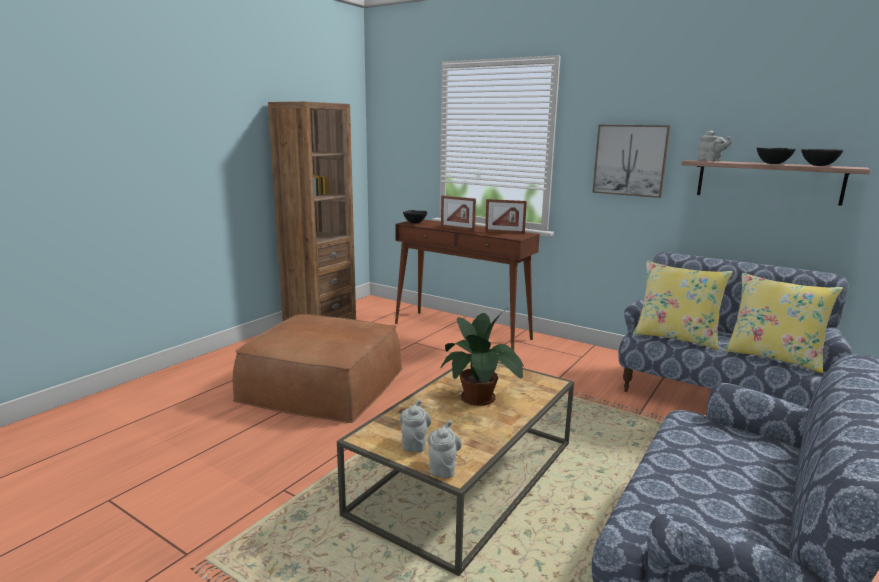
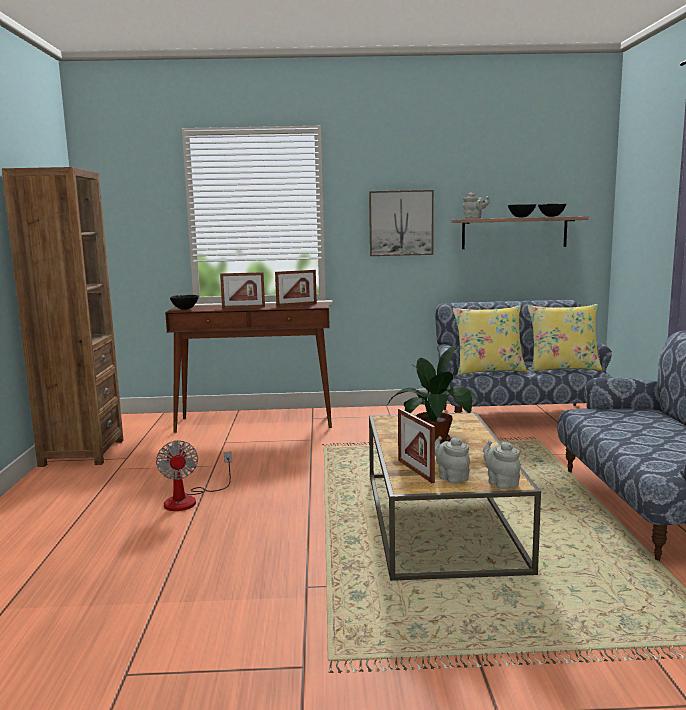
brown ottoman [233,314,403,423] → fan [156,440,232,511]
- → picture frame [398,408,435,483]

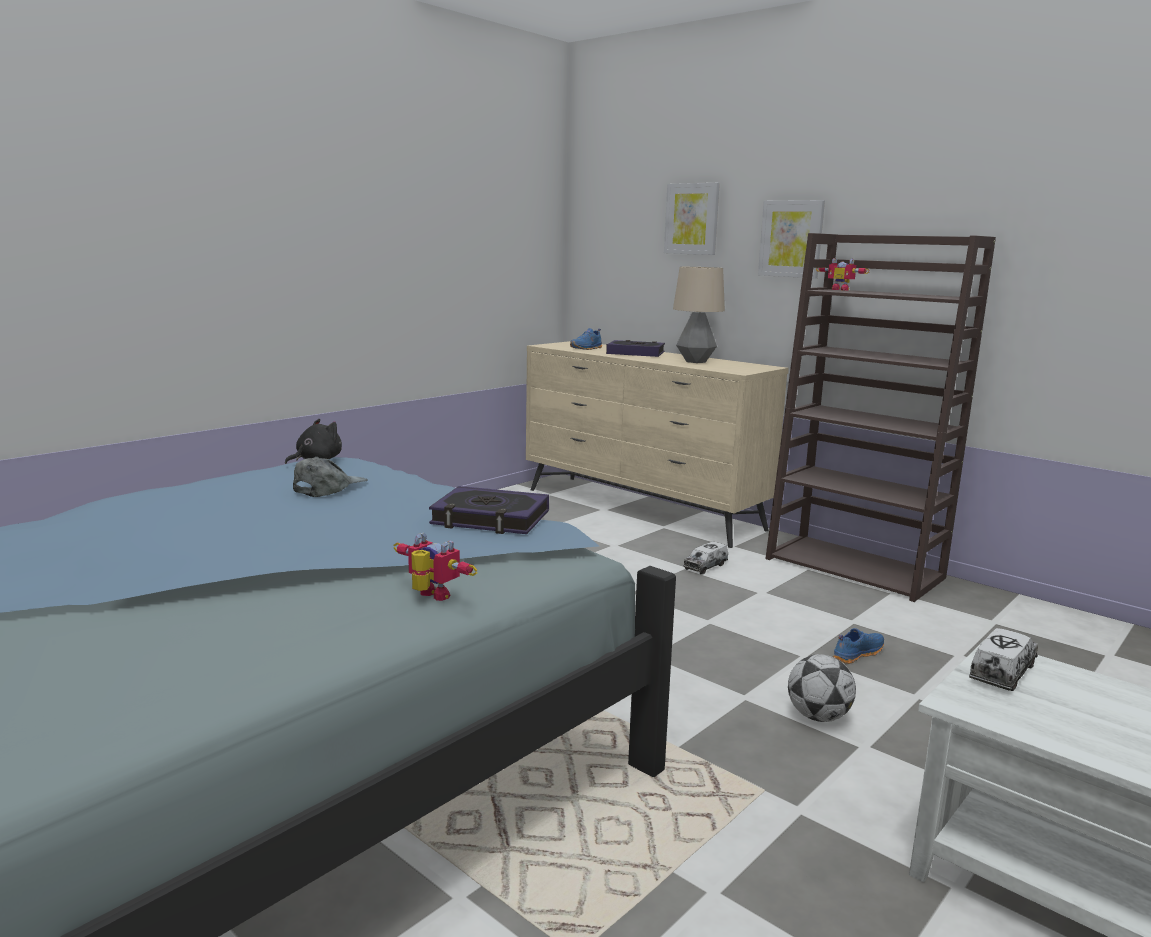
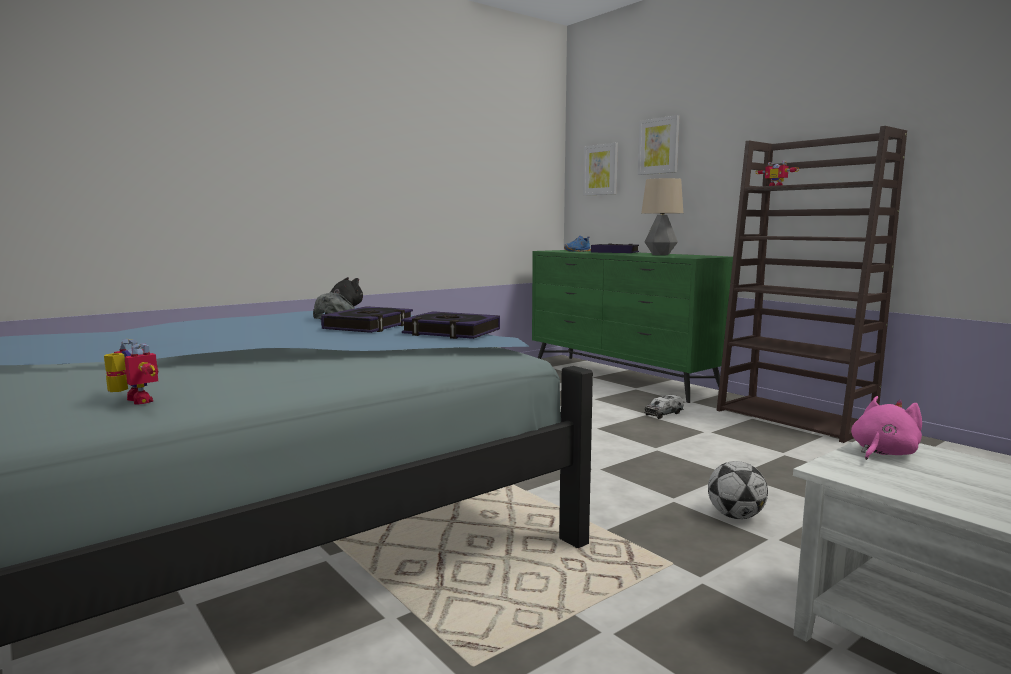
toy robot [393,533,477,601] → toy robot [104,339,158,405], move
beige dresser [526,341,789,548] → green dresser [532,250,733,403]
picture [758,200,825,278] → picture [583,143,618,196], move
blue shoe [833,628,884,664] → -
toy truck [969,628,1038,691] → pink plush toy [851,396,922,460]
- → book [321,306,413,333]

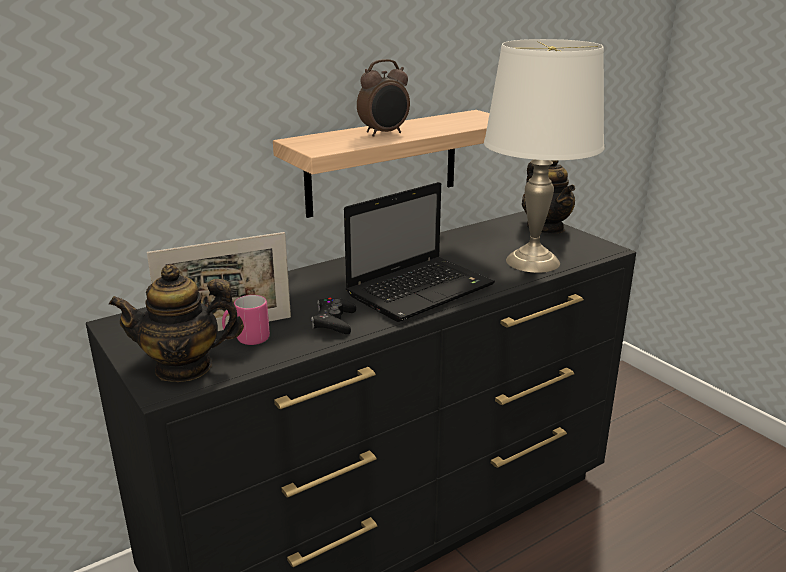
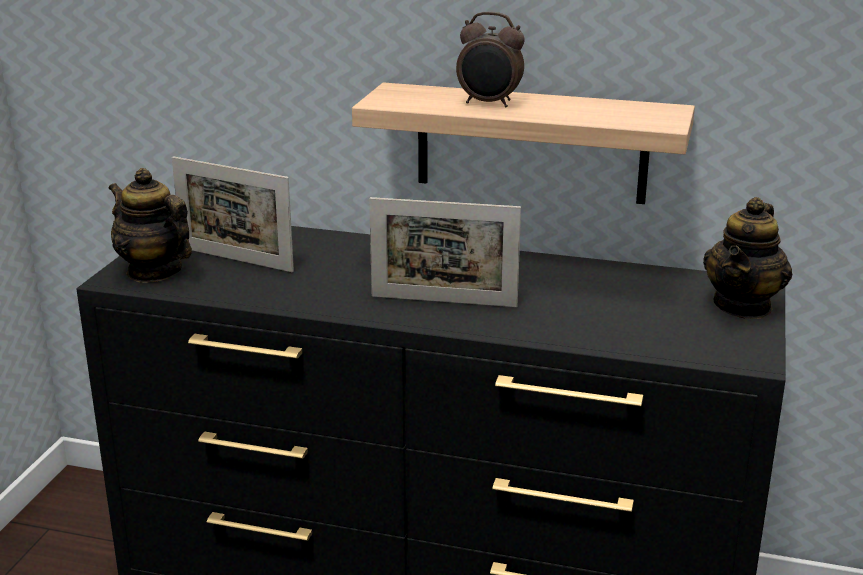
pink mug [222,295,270,345] → -
black game controller [311,298,356,334] → -
laptop [344,182,495,322] → picture frame [369,197,521,307]
white table lamp [484,39,604,273] → -

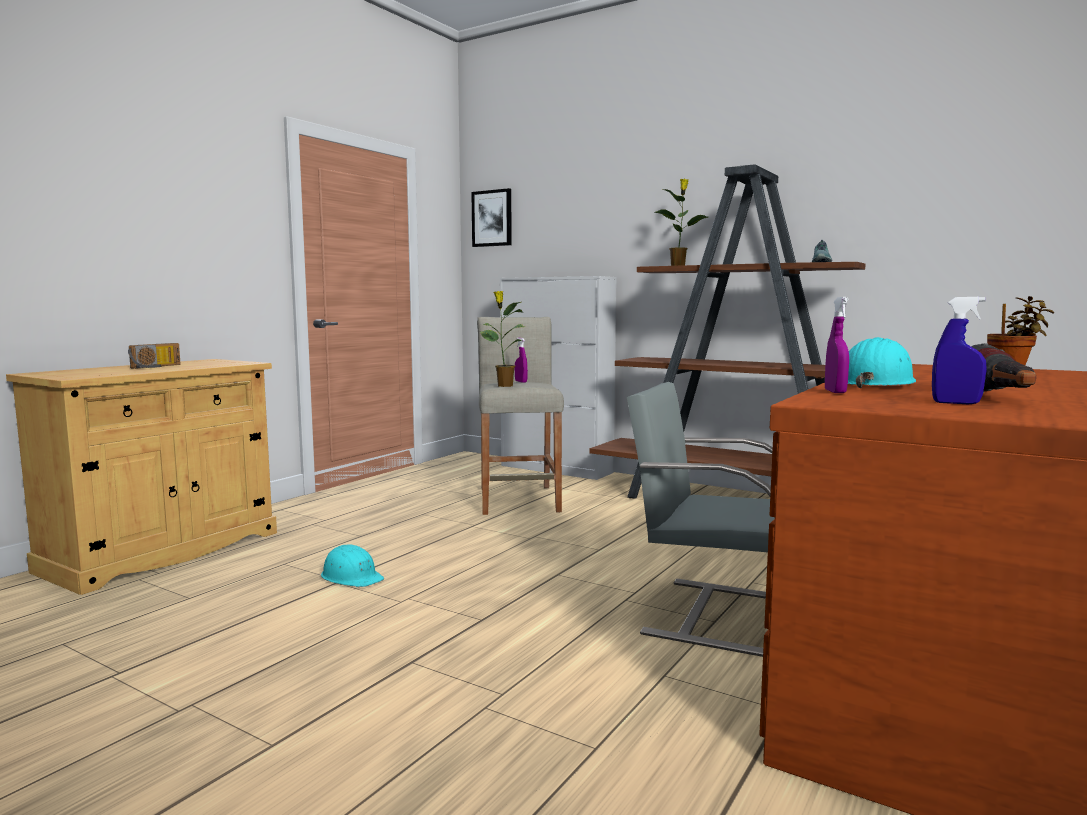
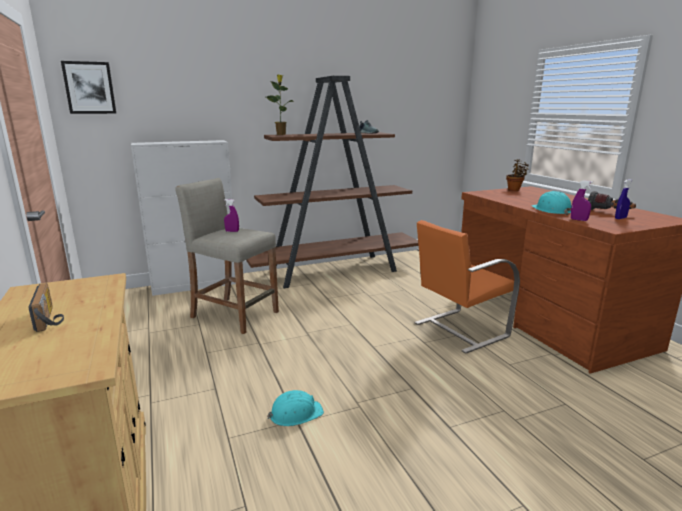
potted plant [480,291,525,387] → -
grey chair [627,382,775,657] → orange chair [414,220,520,354]

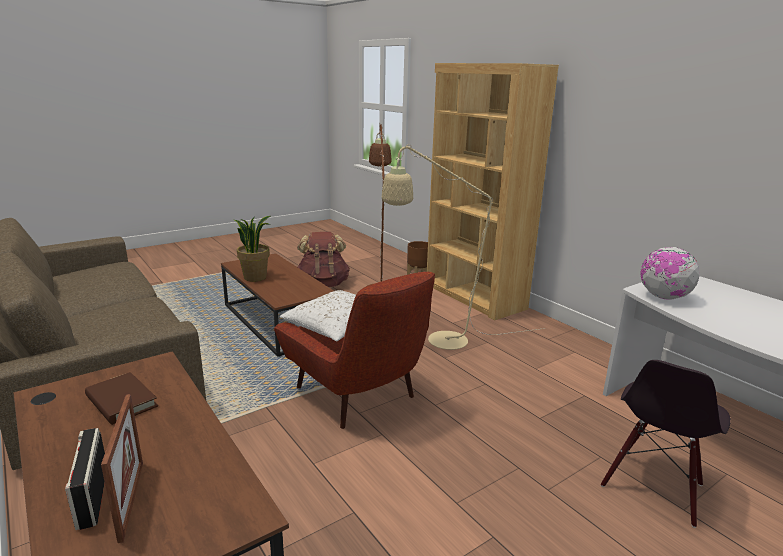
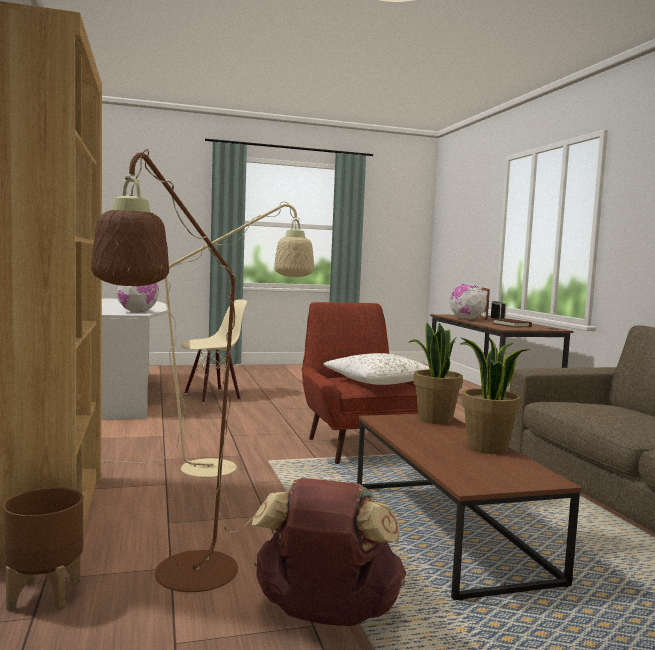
black chair [601,360,731,528] → beige chair [181,299,247,403]
- → potted plant [408,323,463,424]
- → globe [450,284,487,320]

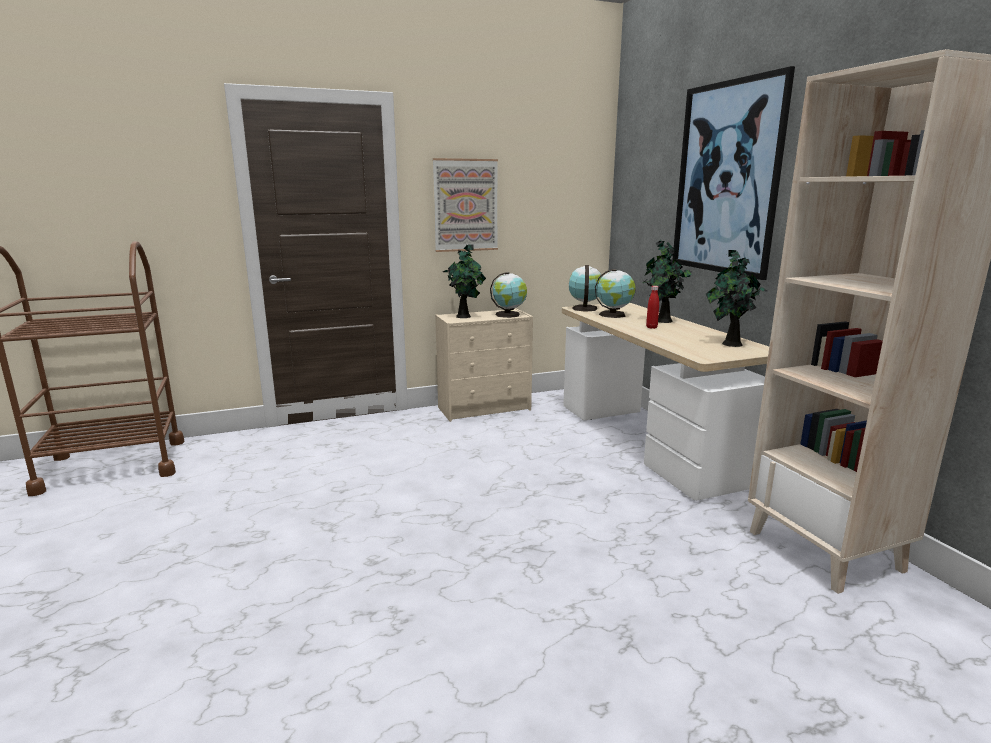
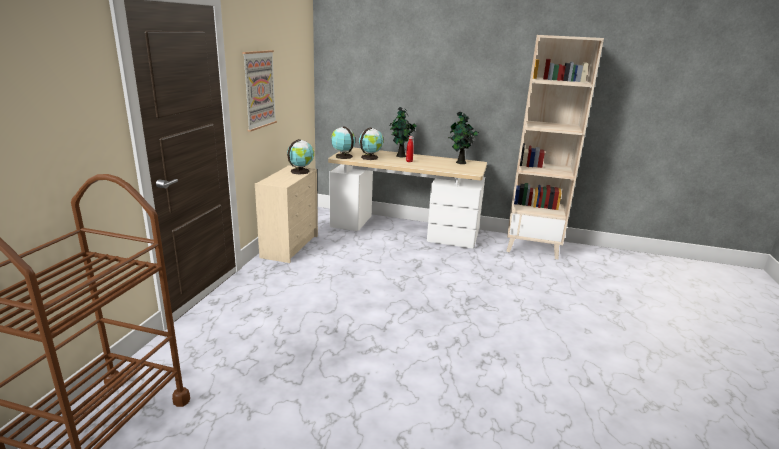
potted plant [443,245,486,318] → -
picture [673,66,795,280] → -

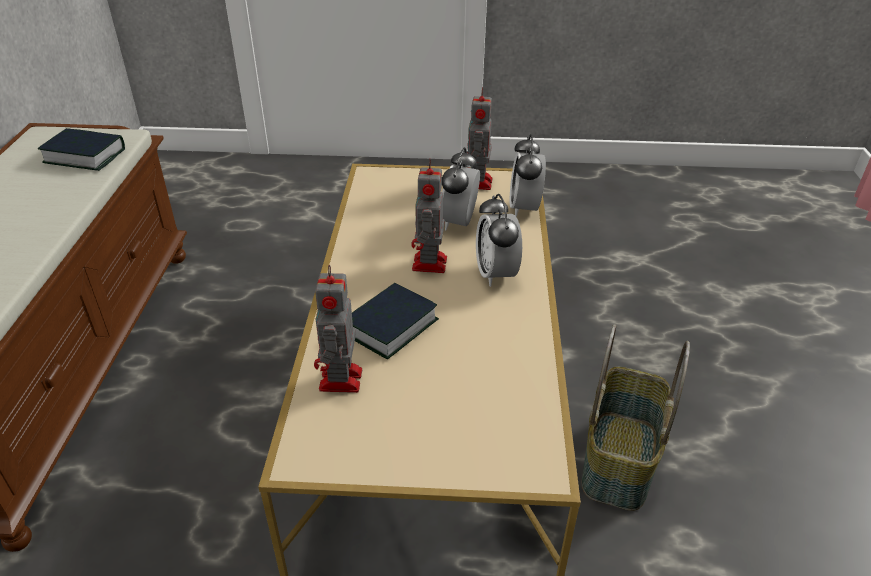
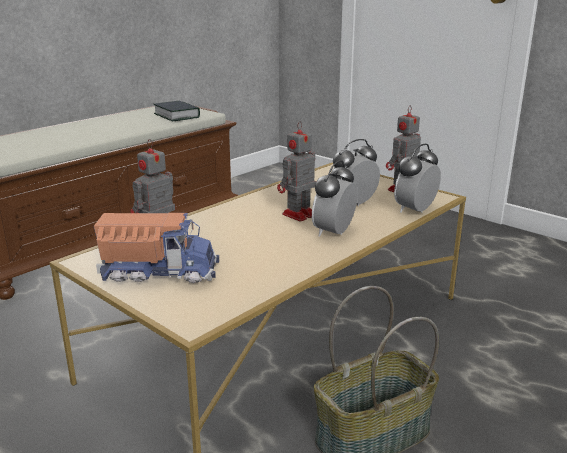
book [352,283,439,359] → -
- → toy truck [94,213,219,283]

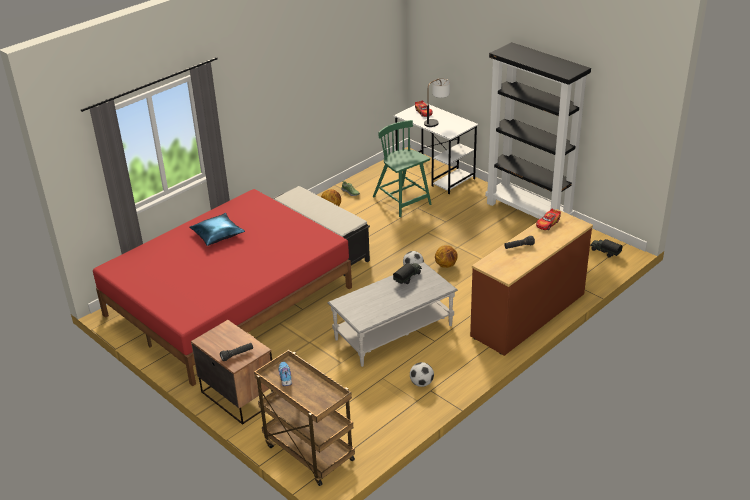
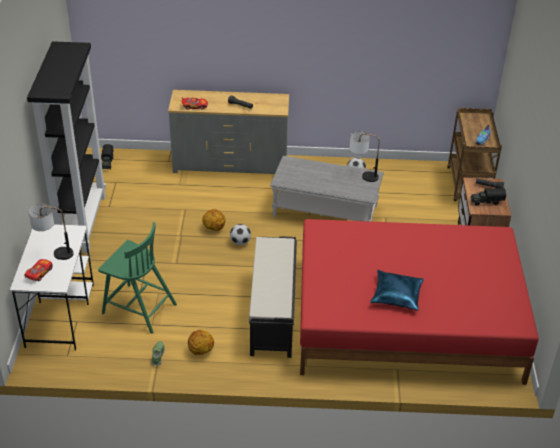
green chair [373,120,431,217] → green chair [98,222,177,333], 75 degrees counterclockwise
toy truck [393,263,422,284] → toy truck [471,188,506,206], move
brown dresser [470,209,593,356] → grey dresser [168,90,289,174]
- → table lamp [349,131,380,182]

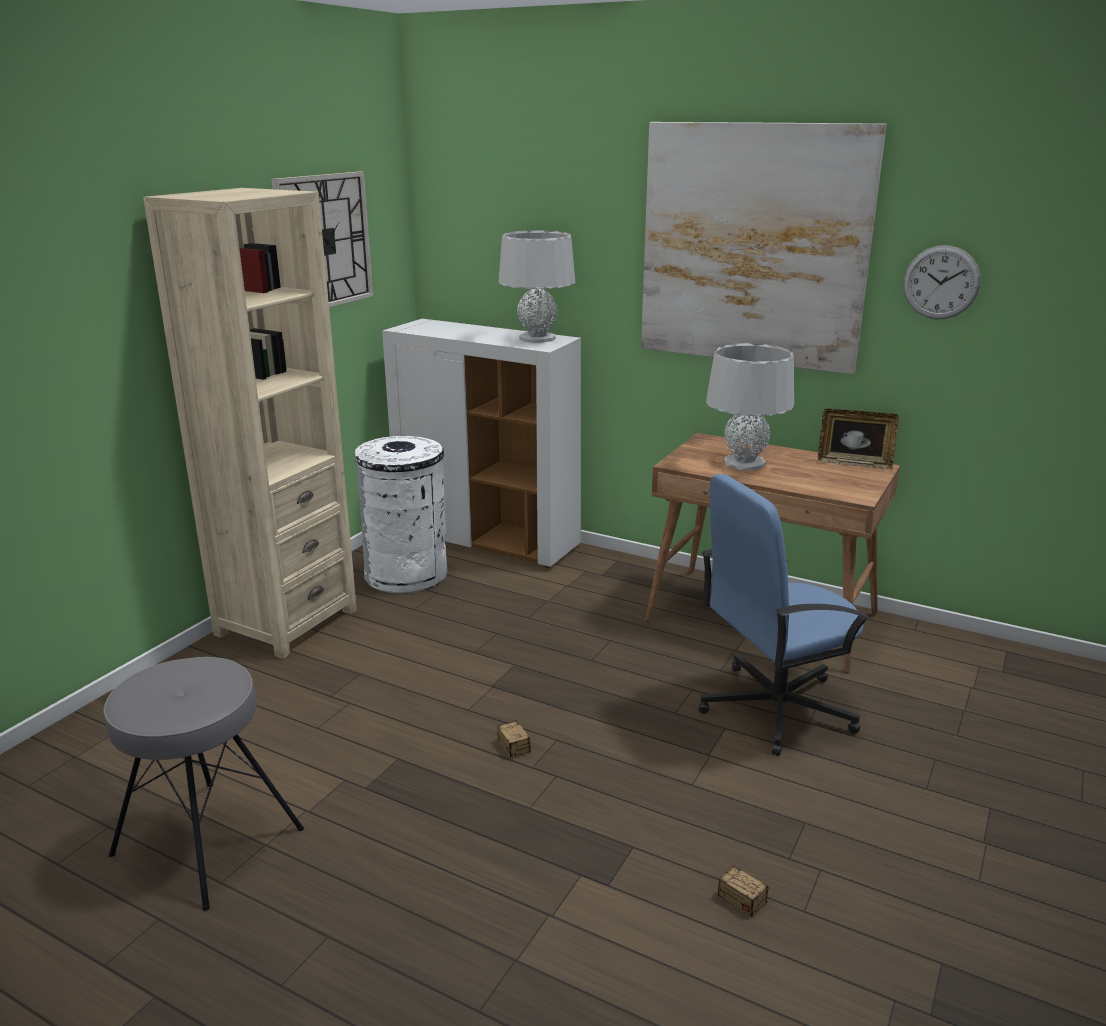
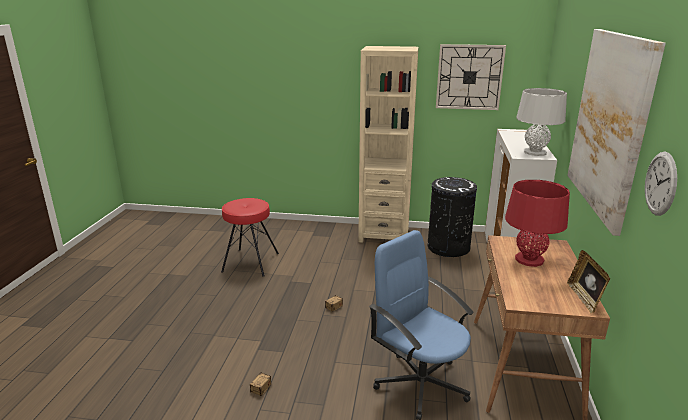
grey stool [103,657,304,911] → red stool [221,198,279,276]
white trash can [354,436,447,593] → black trash can [428,177,477,257]
grey table lamp [706,343,794,471] → red table lamp [505,180,570,267]

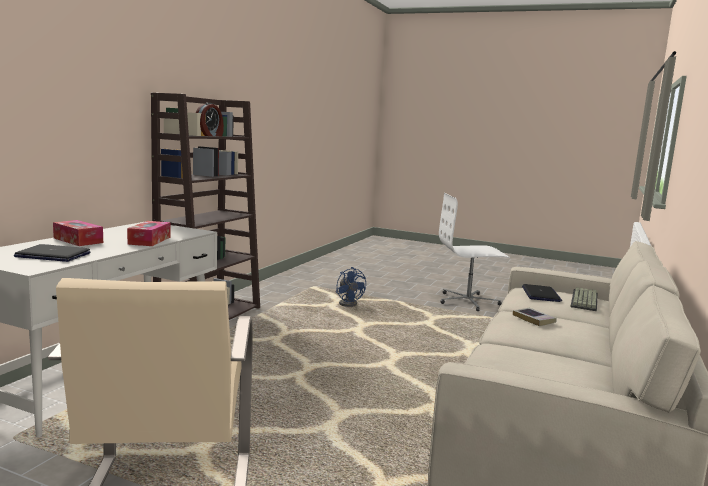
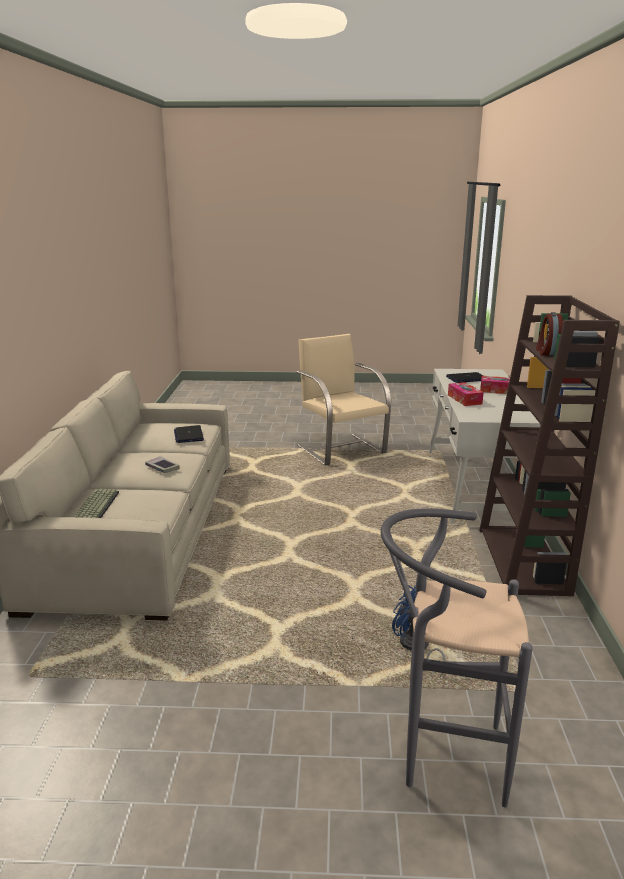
white office chair [439,193,510,311] → -
laptop [522,284,562,302] → laptop [174,425,204,443], move
- → grey stool [381,508,533,808]

